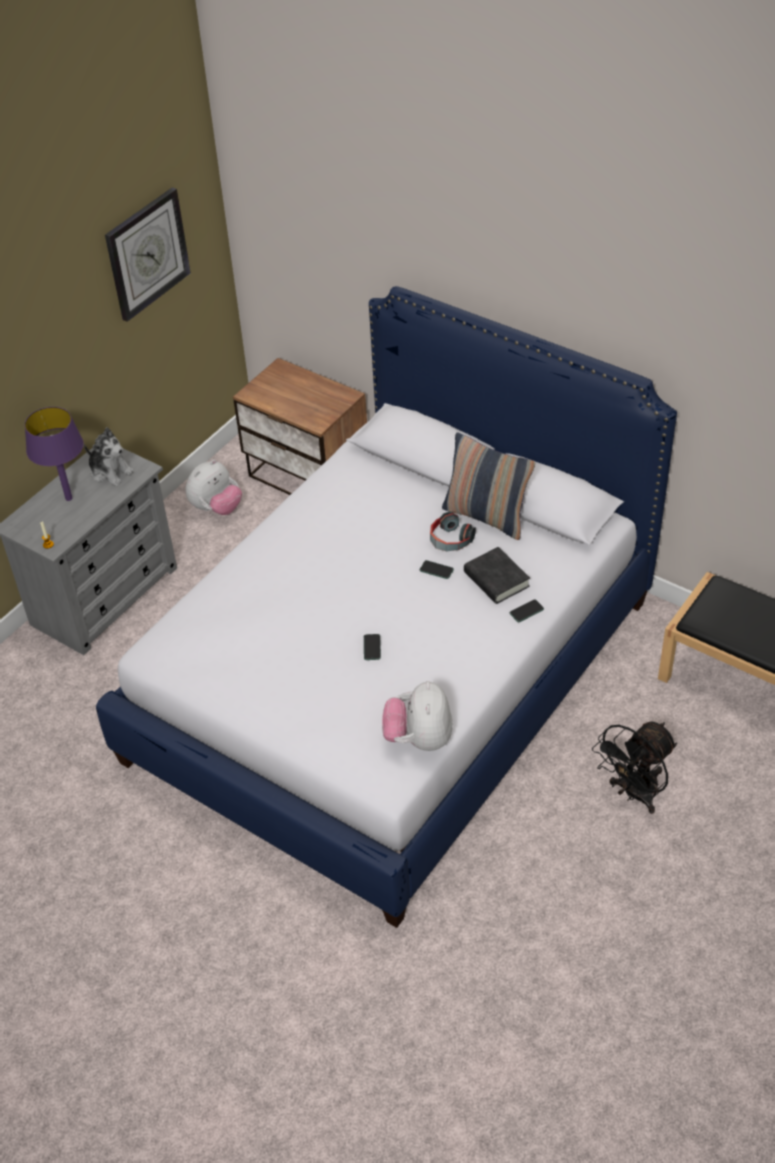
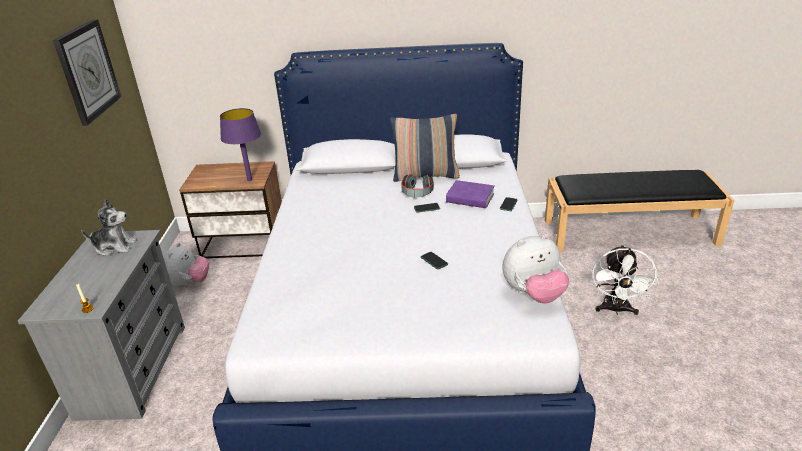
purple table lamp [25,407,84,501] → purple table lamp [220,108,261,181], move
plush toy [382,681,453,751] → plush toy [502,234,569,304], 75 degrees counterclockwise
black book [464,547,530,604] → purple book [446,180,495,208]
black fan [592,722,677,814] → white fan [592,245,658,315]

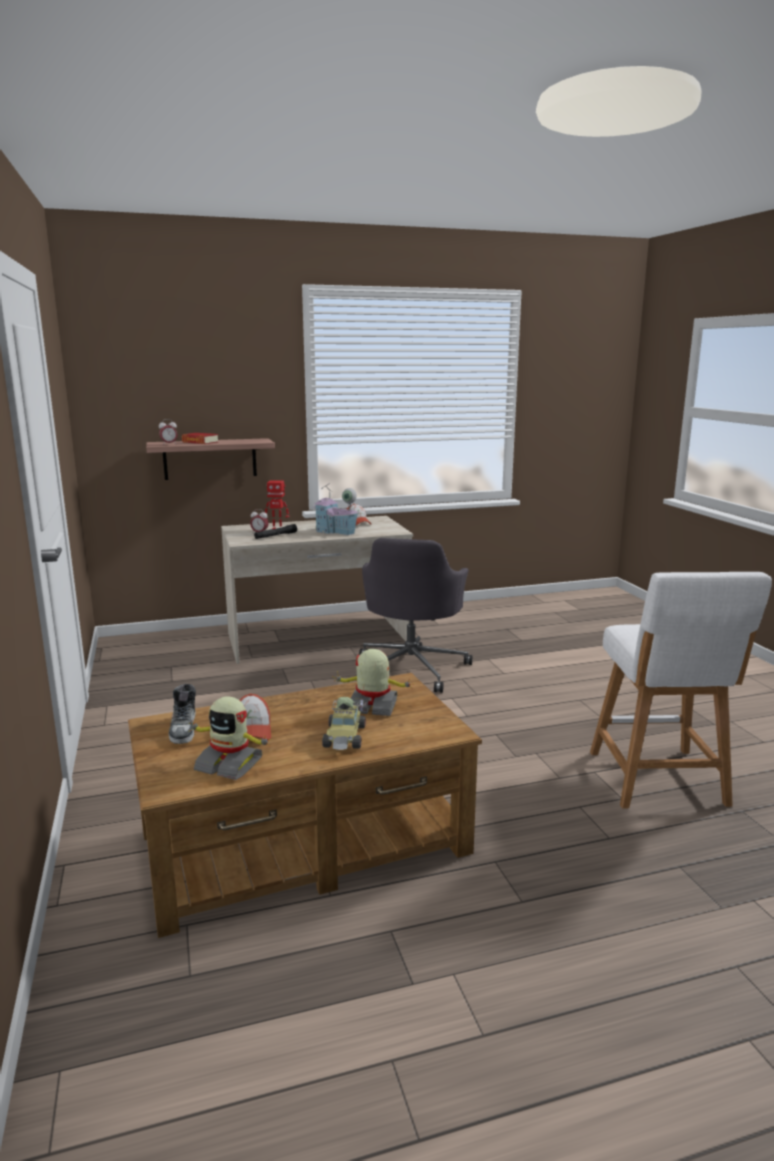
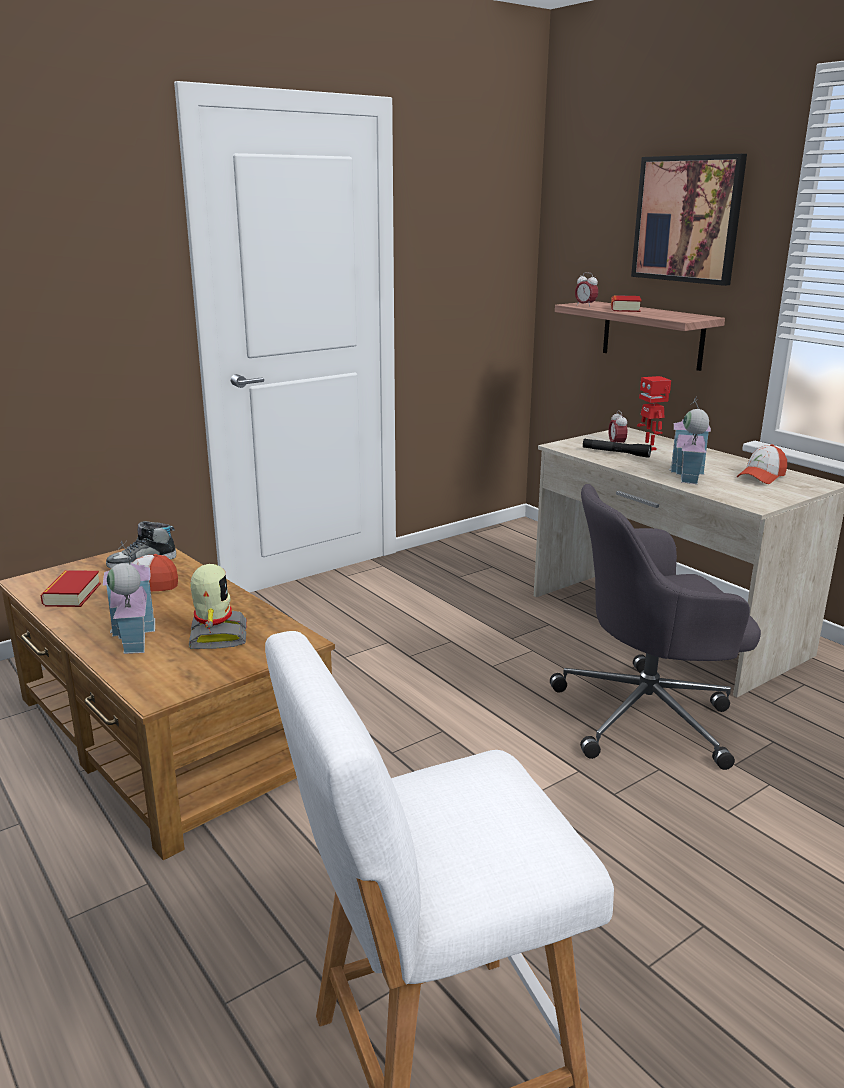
toy robot [188,696,272,780] → book [40,570,101,607]
toy car [322,697,366,750] → toy house [103,541,155,654]
- → picture [631,154,747,286]

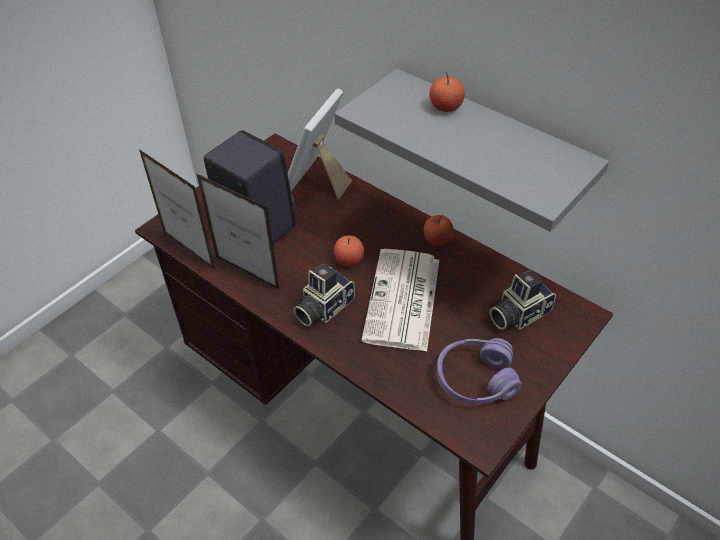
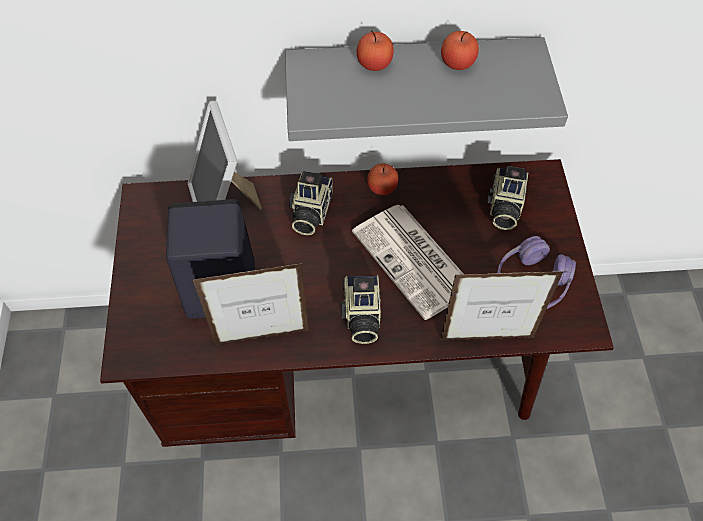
picture frame [139,149,215,270] → picture frame [441,271,564,340], move
apple [334,235,364,266] → apple [441,31,479,70], move
- → photo camera [289,171,332,235]

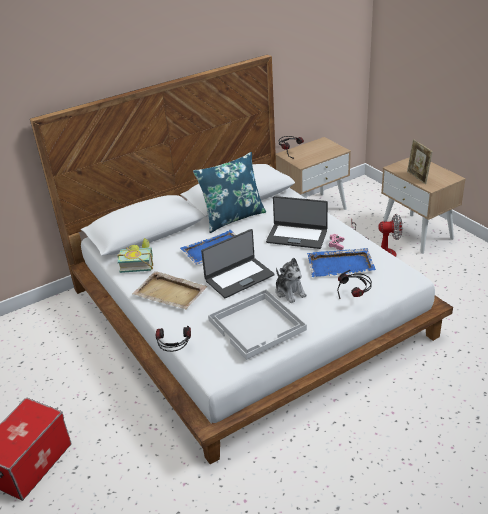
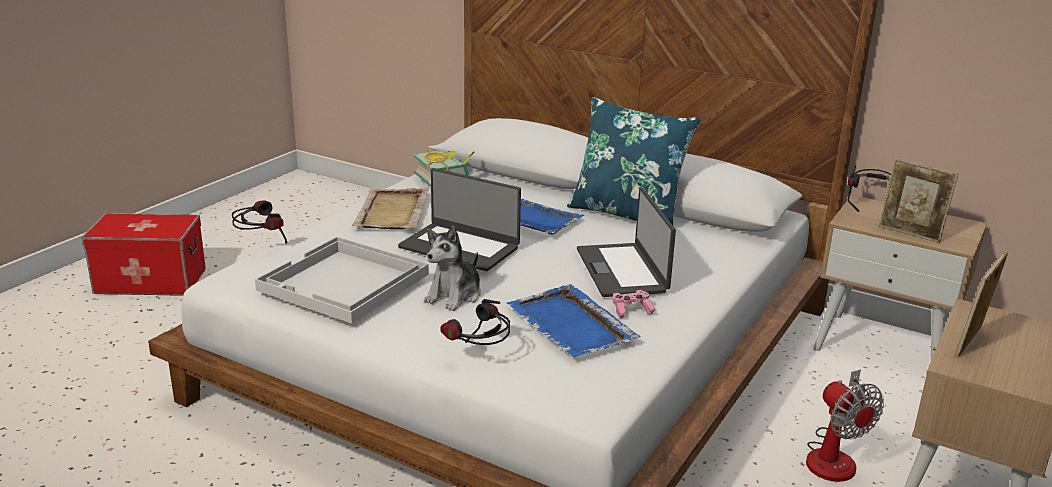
- → picture frame [879,158,958,243]

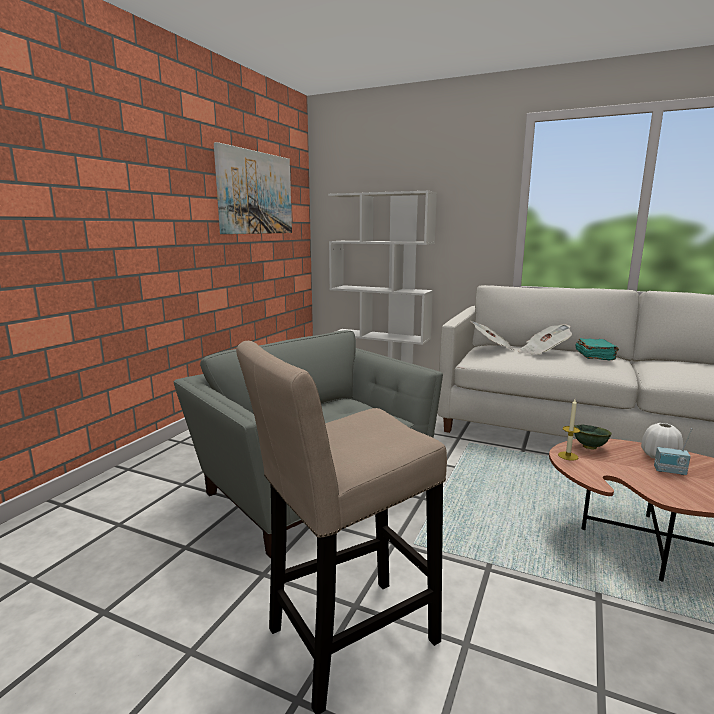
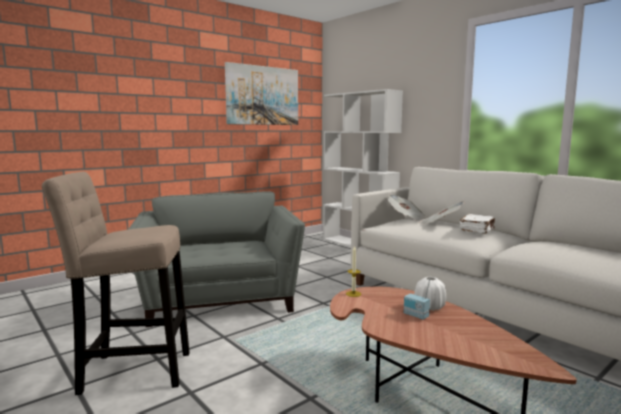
green bowl [574,425,612,450] → -
turquoise book [576,338,619,360] → white book [460,214,495,234]

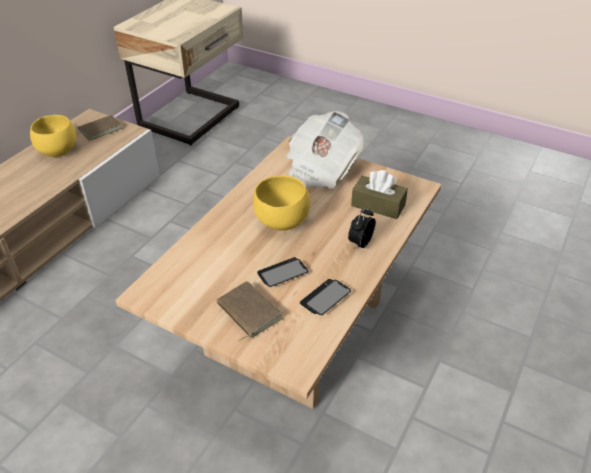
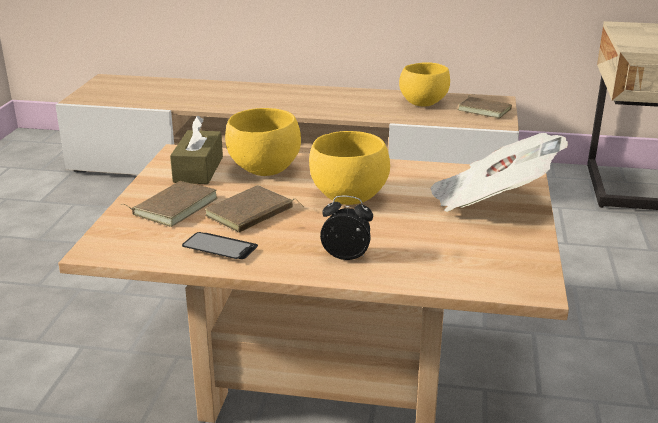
phone [257,257,308,287] → brown book [205,185,304,233]
brown tissue box [351,170,408,219] → brown tissue box [170,116,223,184], move
- → yellow bowl [225,108,301,176]

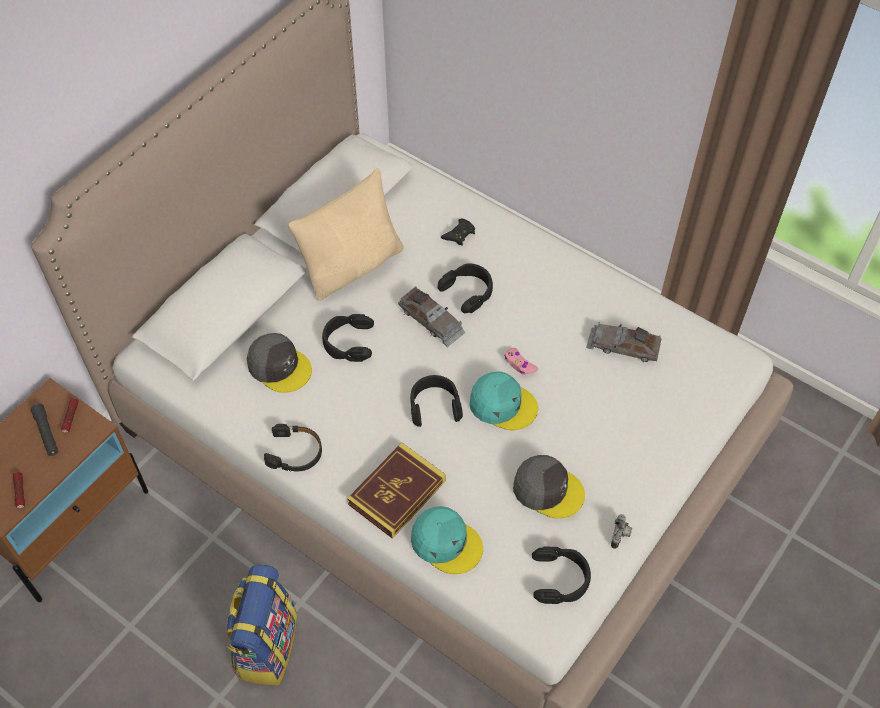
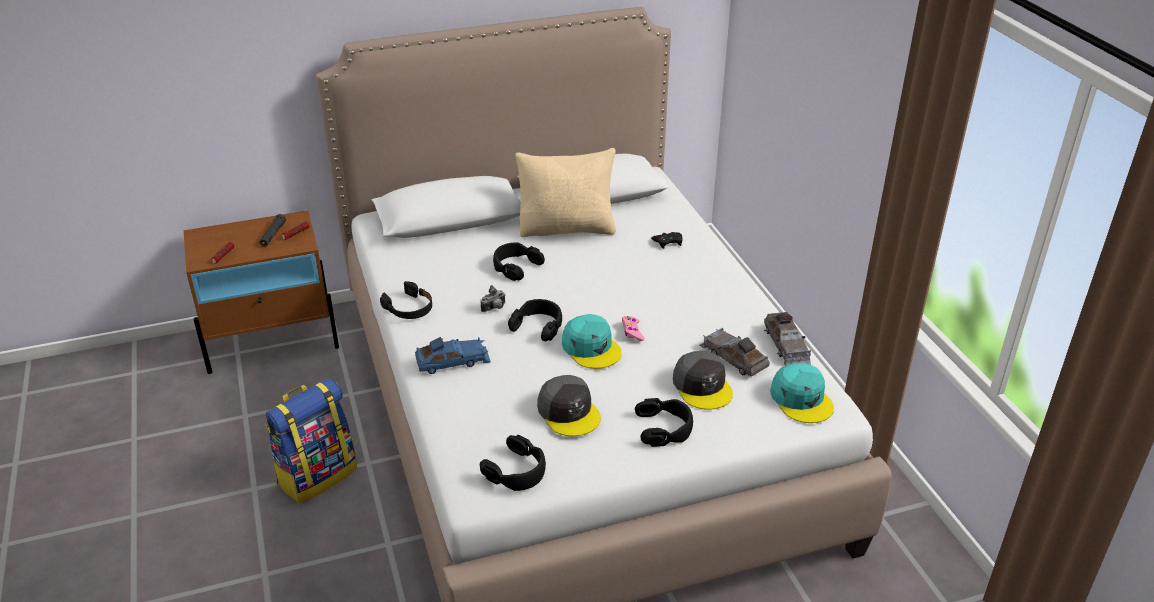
grey cap [247,333,312,393] → grey cap [673,351,733,410], move
book [347,443,446,539] → blue toy car [415,337,491,374]
grey toy car [398,286,465,347] → grey toy car [764,312,811,366], move
turquoise cap [411,506,483,574] → turquoise cap [770,363,834,423], move
black headphones [438,264,493,313] → black headphones [635,398,693,447], move
photo camera [611,514,632,549] → photo camera [480,285,506,312], move

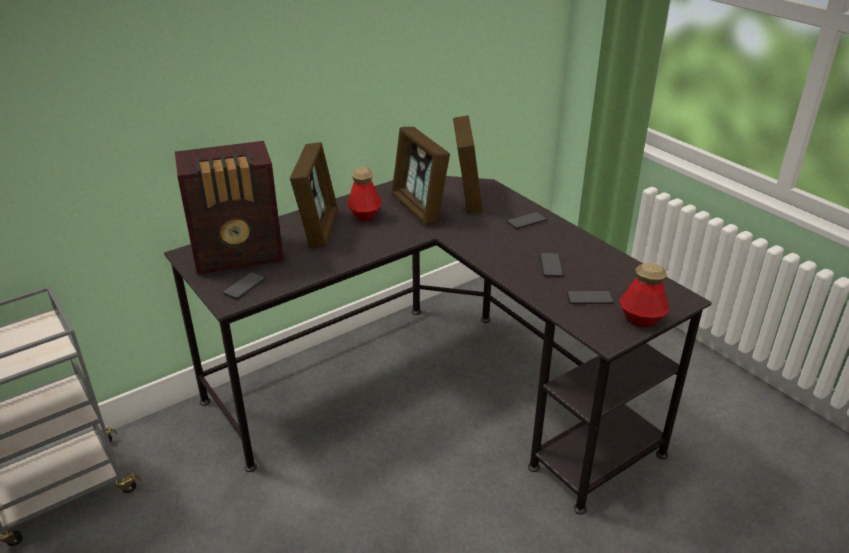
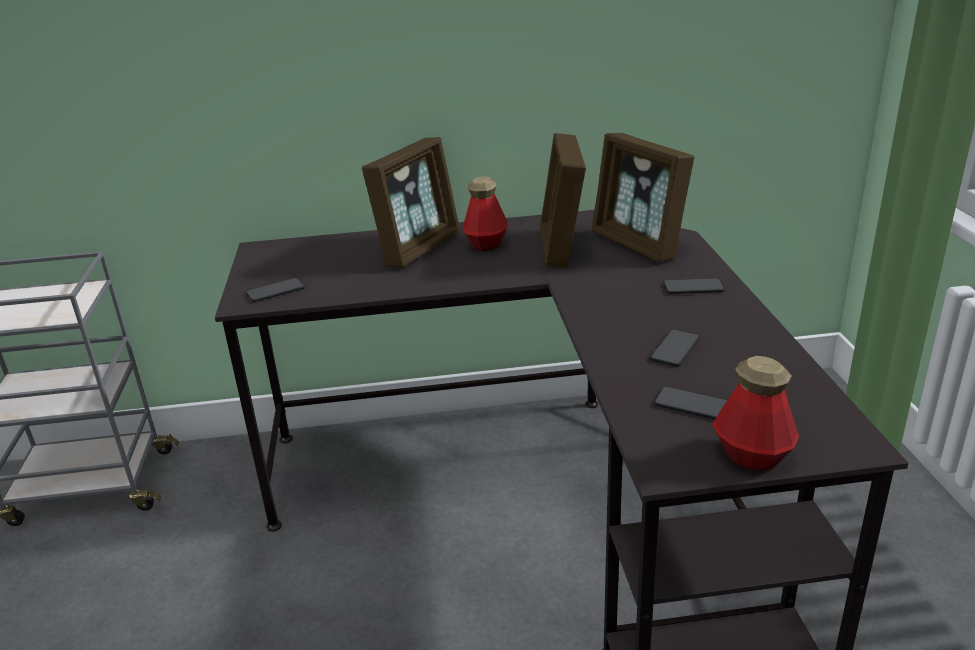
radio [175,141,284,275] → -
picture frame [453,115,483,213] → picture frame [591,133,694,262], 120 degrees clockwise

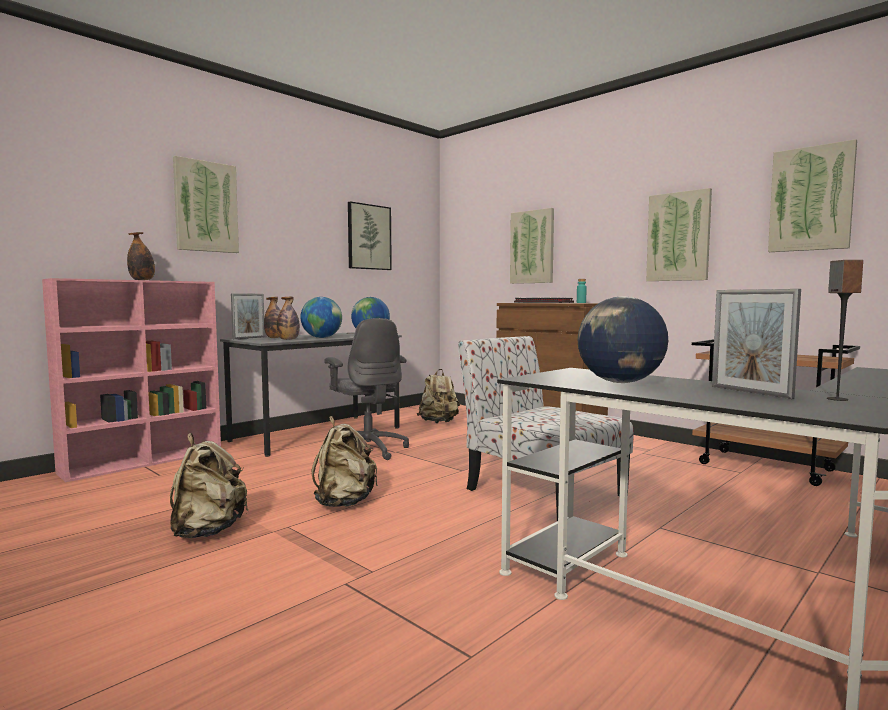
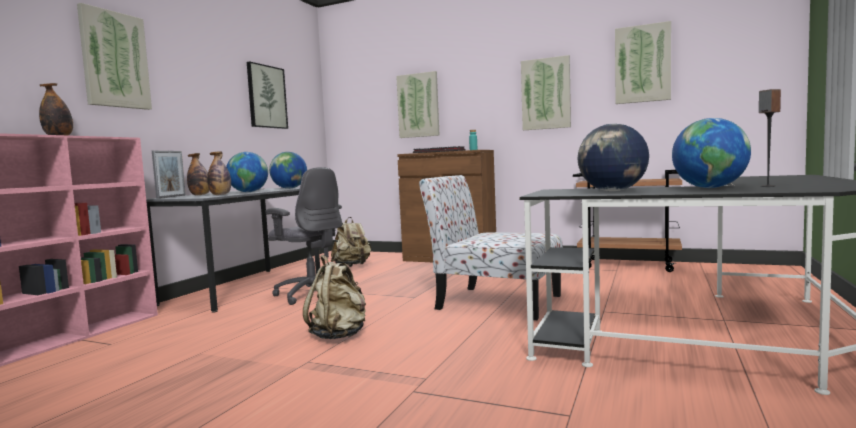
beige backpack [170,433,249,538] → -
picture frame [712,289,801,399] → globe [672,118,751,188]

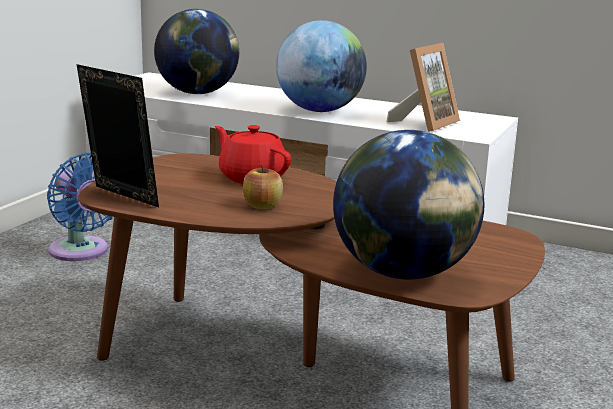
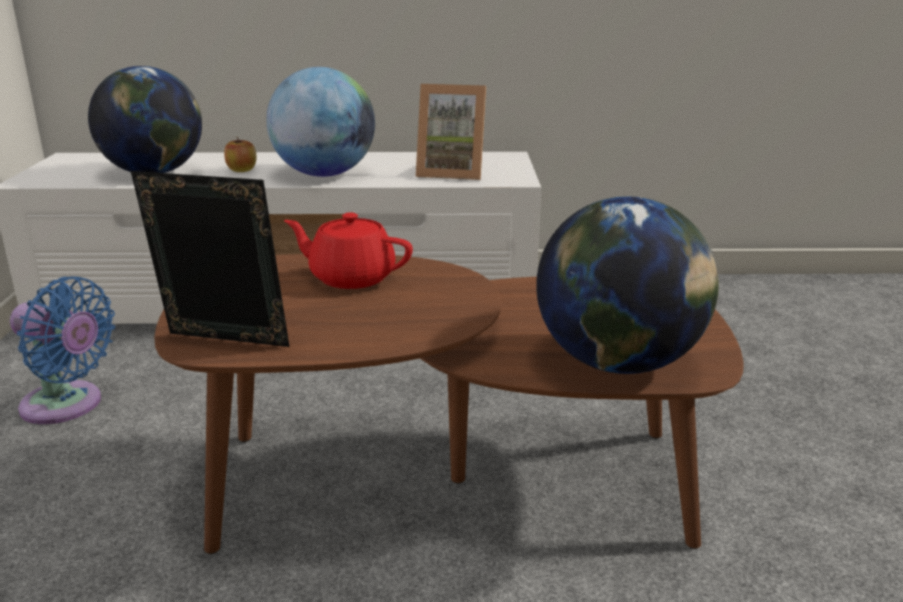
apple [243,164,283,209] → apple [224,137,257,172], move
picture frame [387,43,460,132] → picture frame [416,84,486,180], 90 degrees clockwise

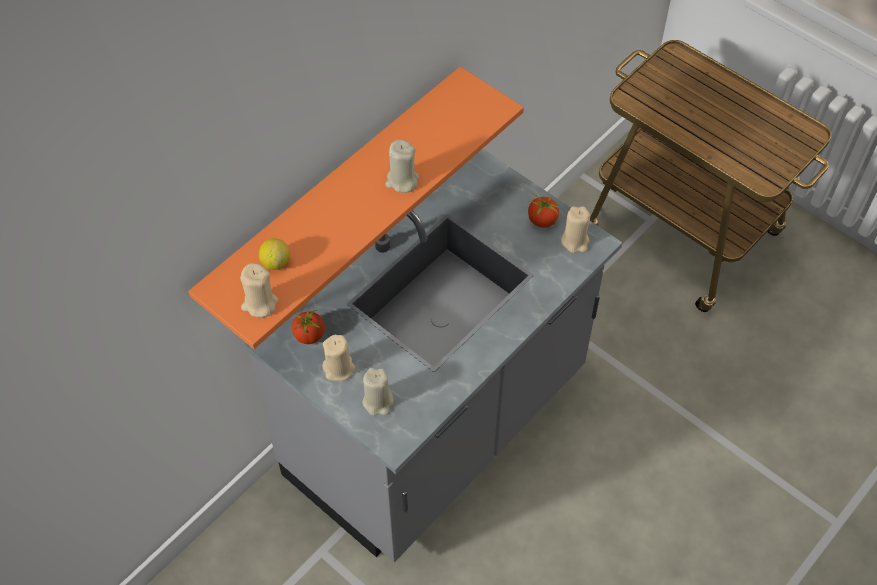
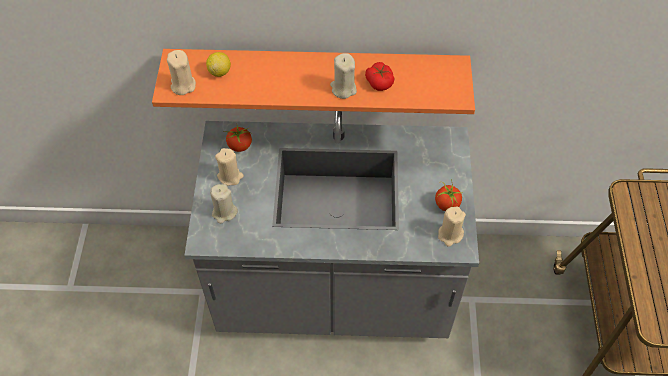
- → tomato [365,62,394,91]

